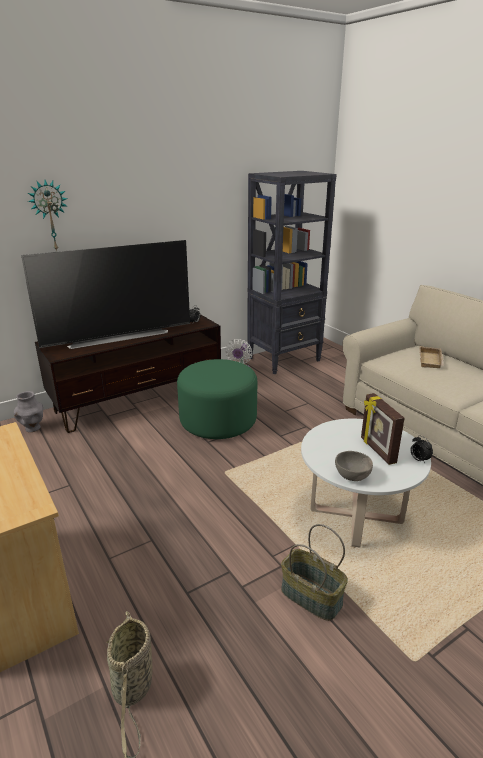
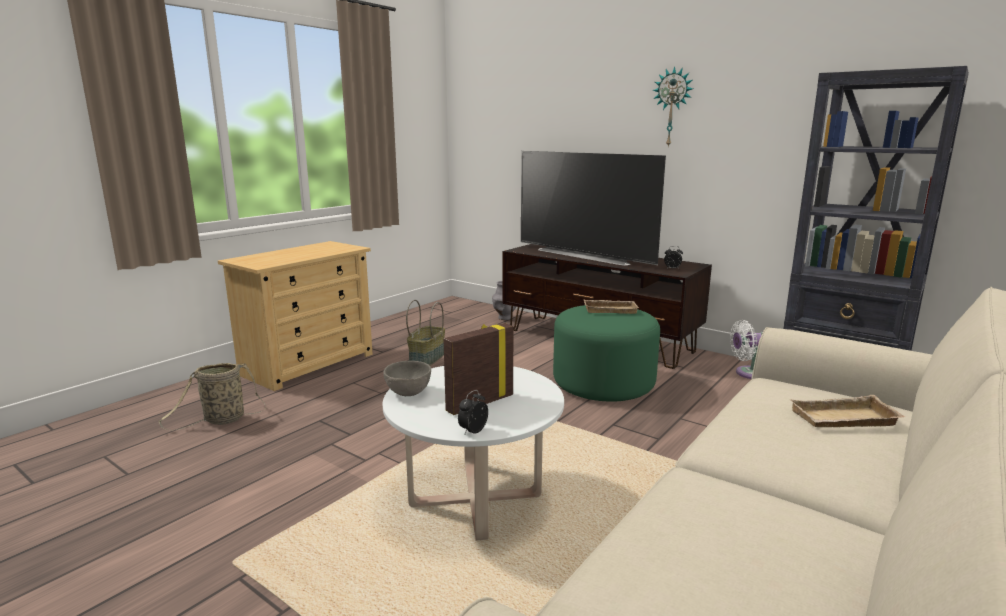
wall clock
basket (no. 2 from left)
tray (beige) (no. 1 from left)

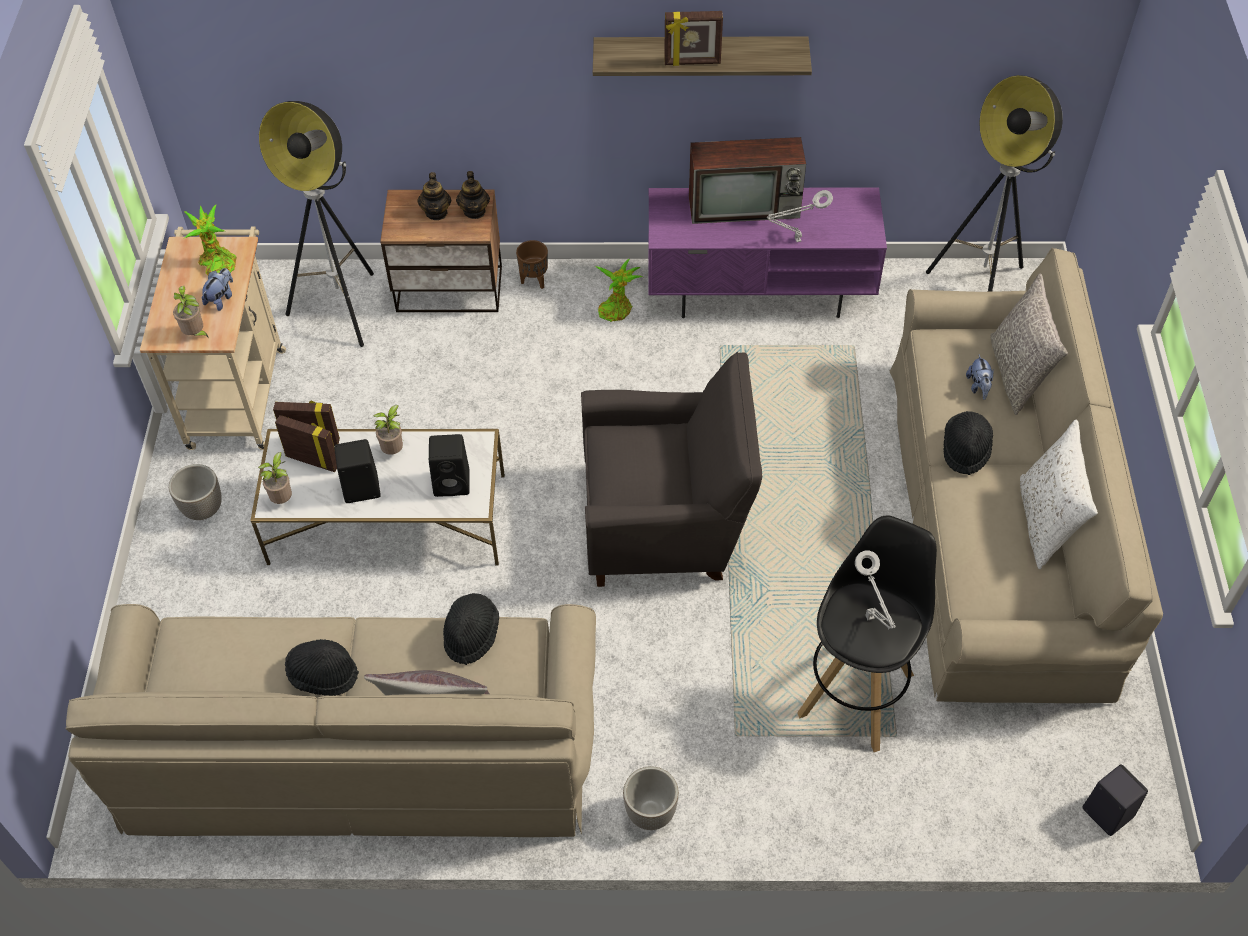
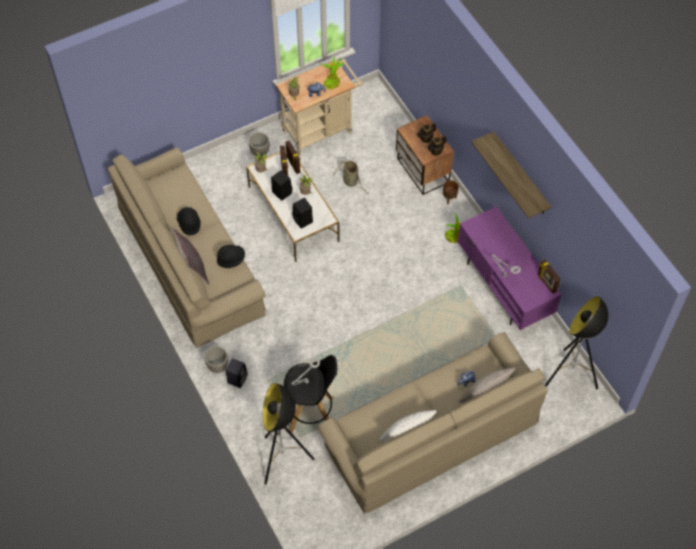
picture frame (no. 3 from left)
floor lamp (no. 1 from left)
television
armchair (grey)
hat (black) (no. 3 from left in the first image)
speaker (black) (no. 1 from left)
basket

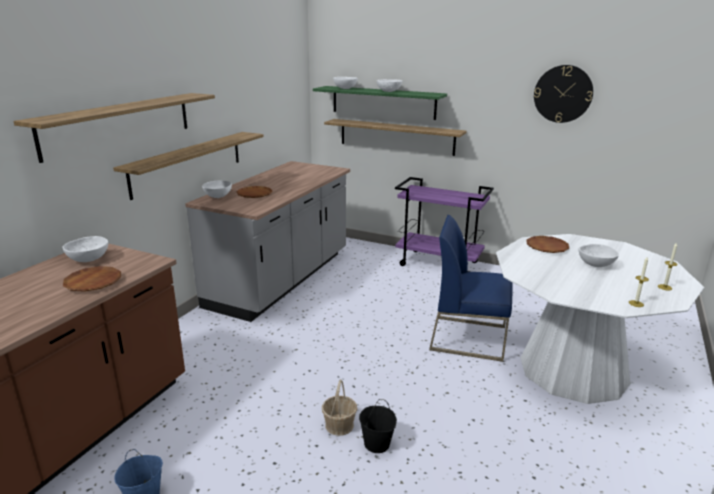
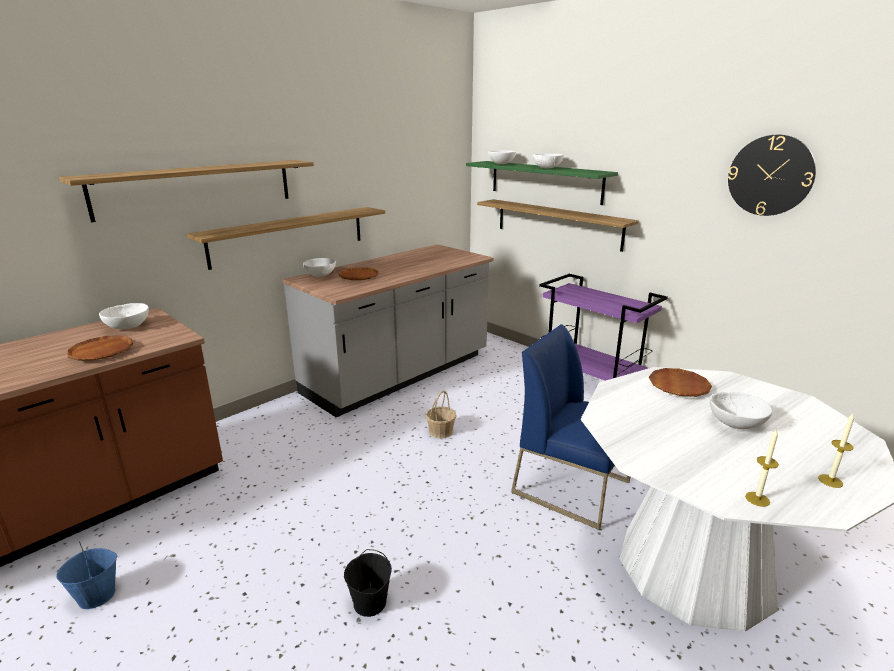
basket

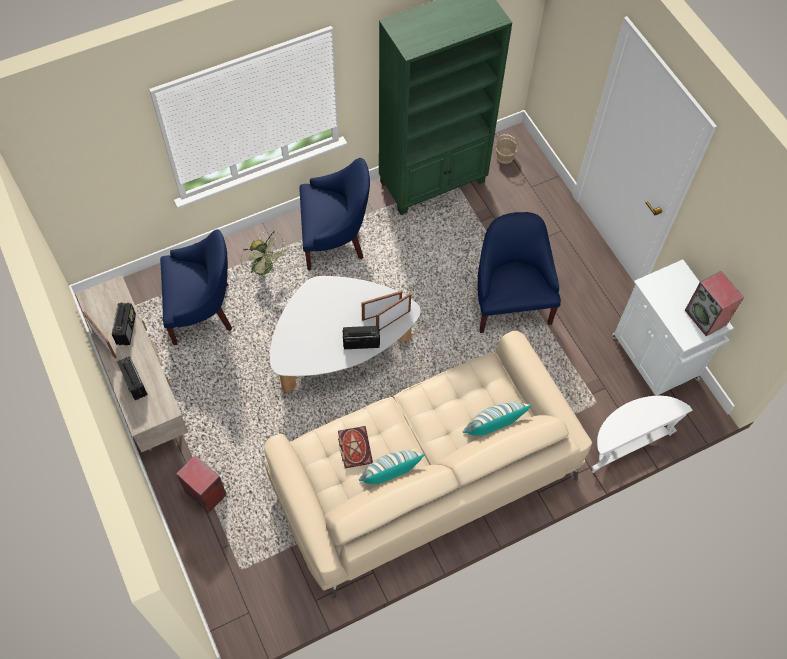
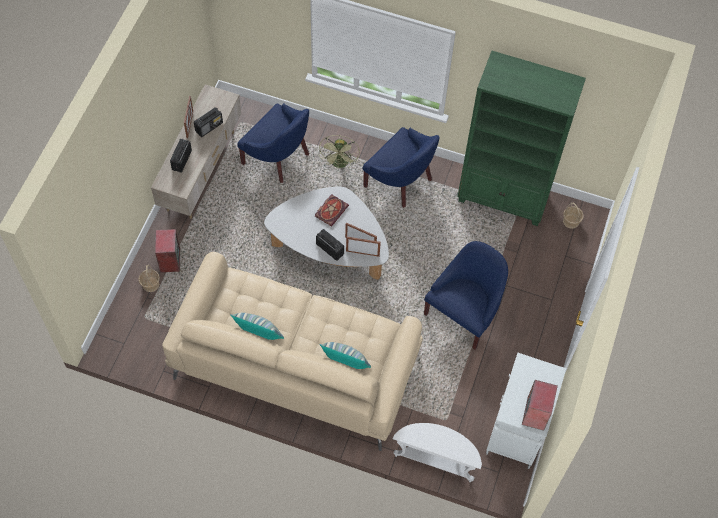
book
basket (no. 1 from left)

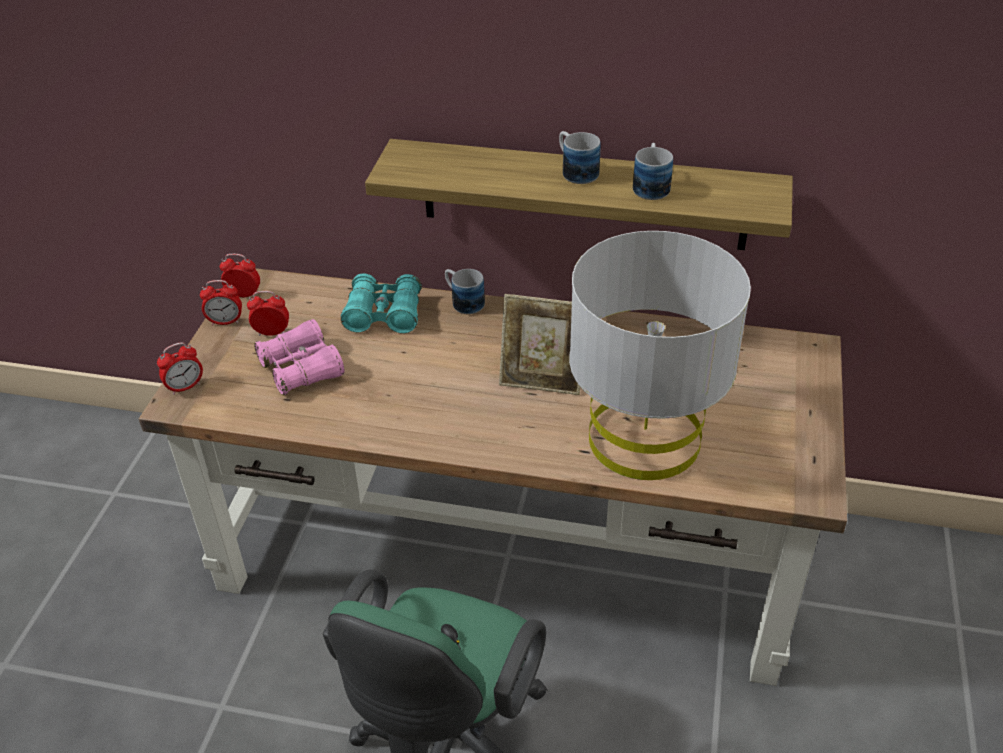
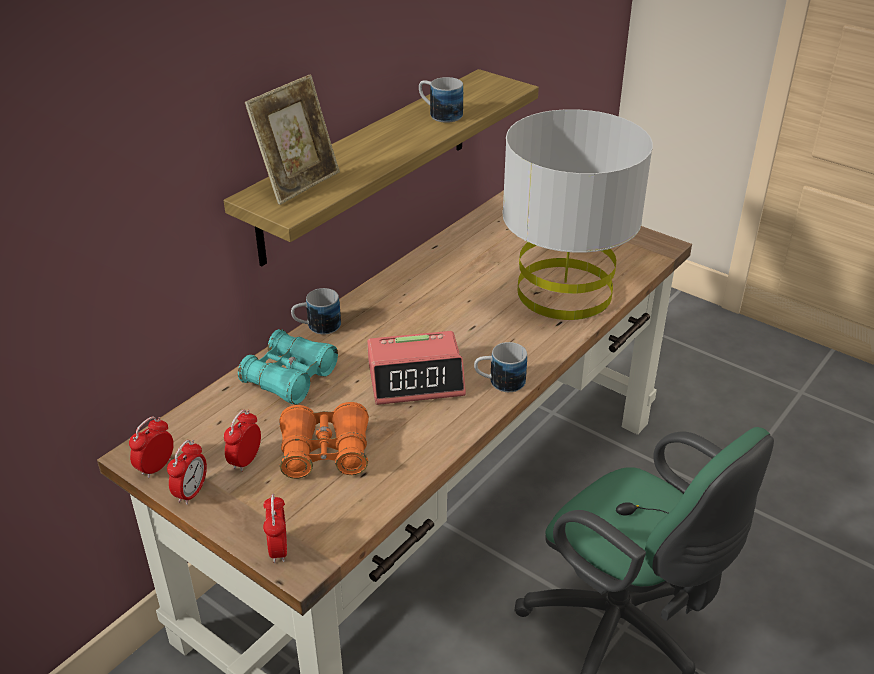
mug (no. 3 from left)
picture frame
binoculars (orange)
alarm clock (no. 5 from left)

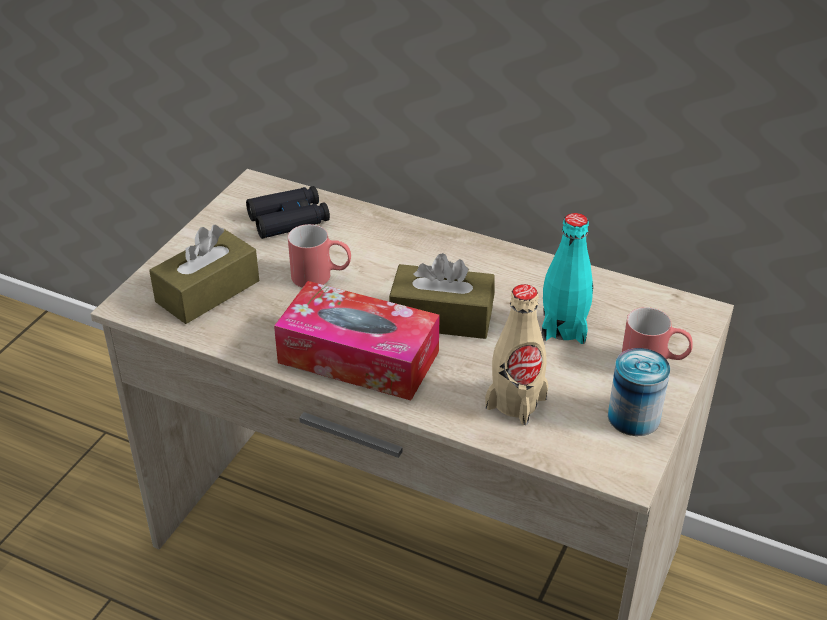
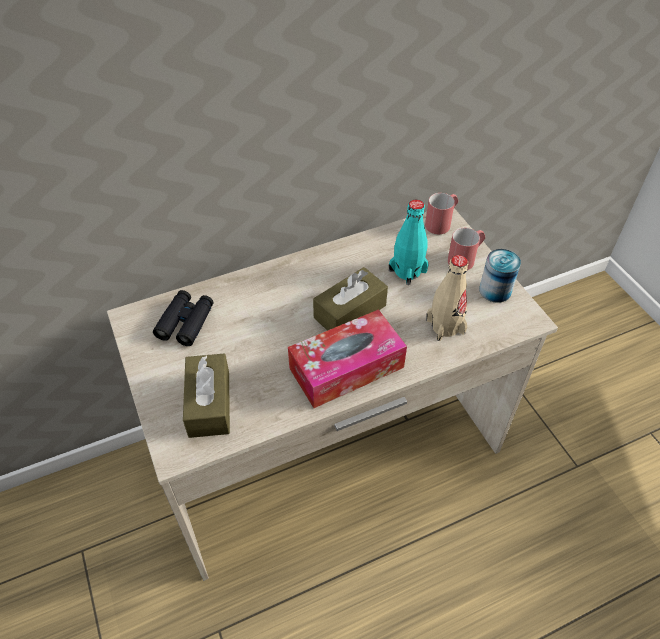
mug (red) (no. 1 from left)

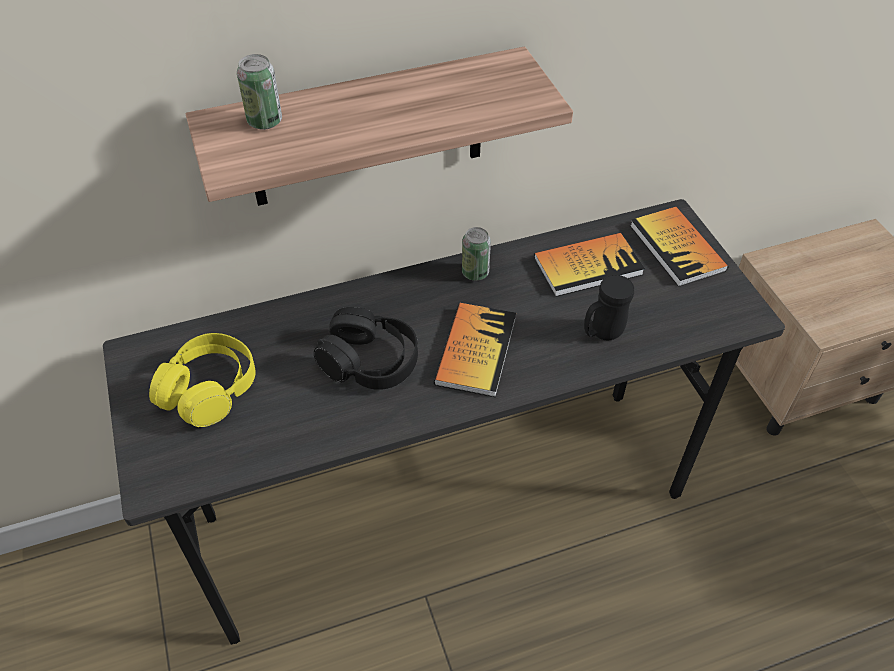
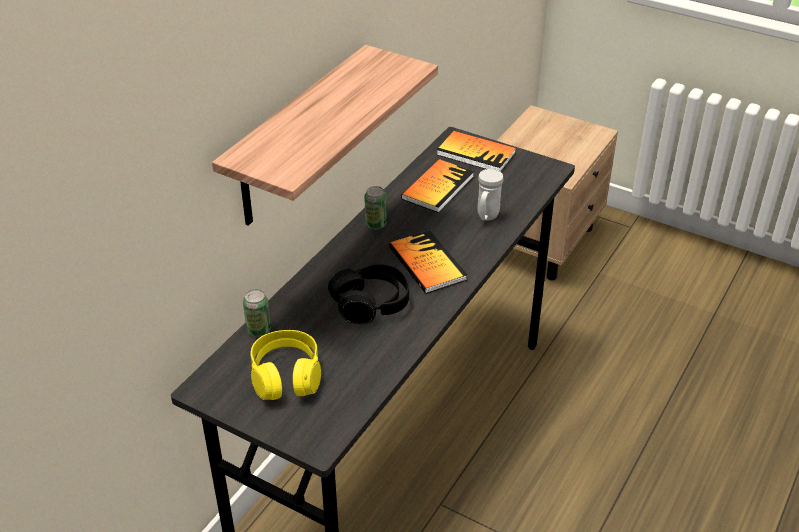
can (no. 1 from left)
mug (white)

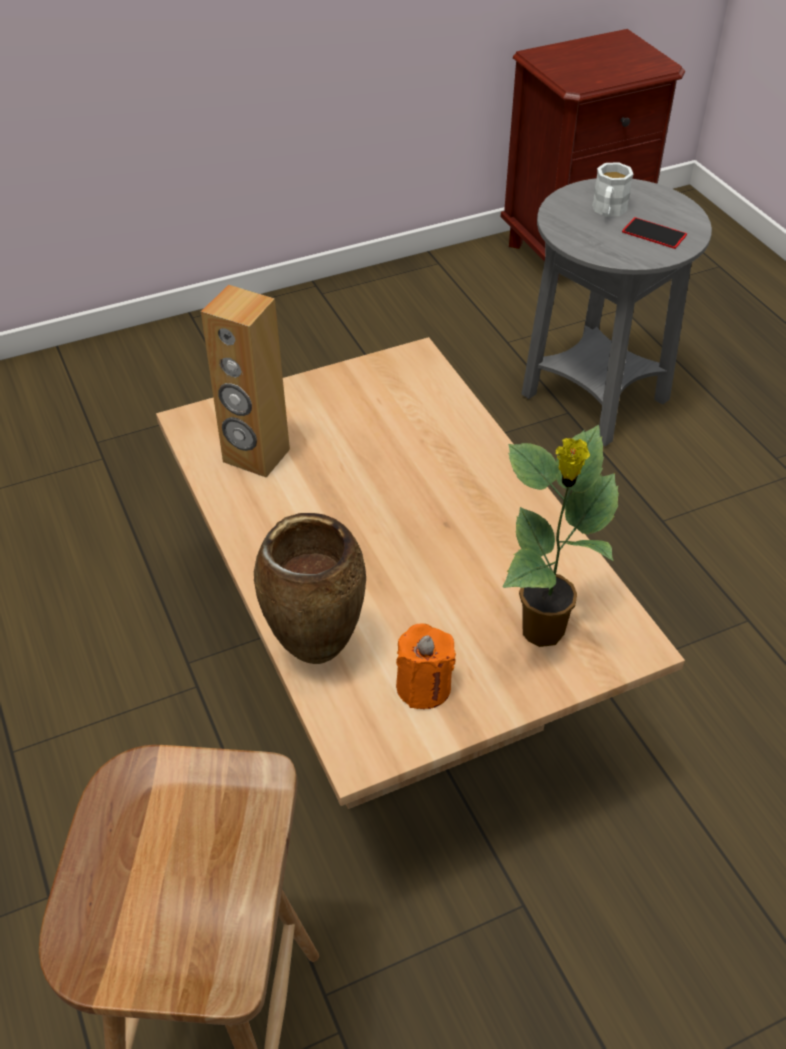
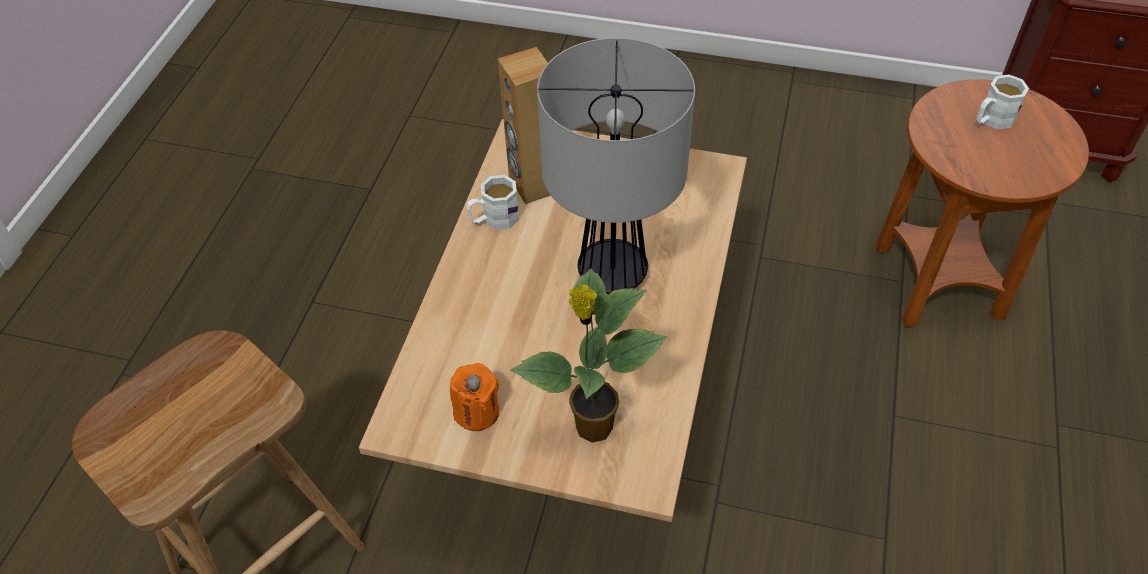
side table (brown)
phone
vase (brown)
table lamp
mug (white) (no. 1 from left)

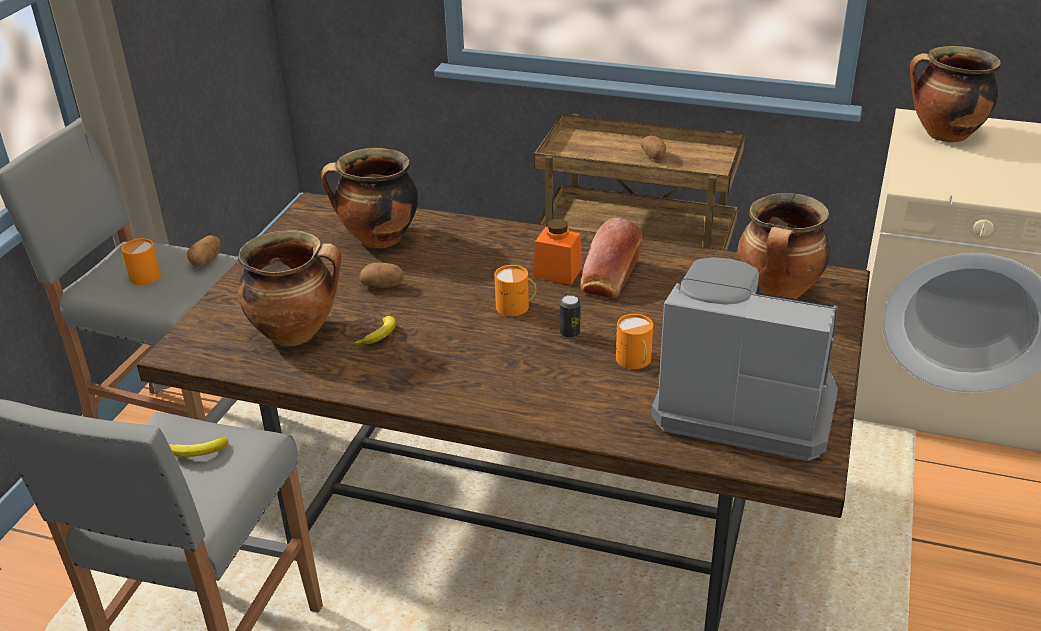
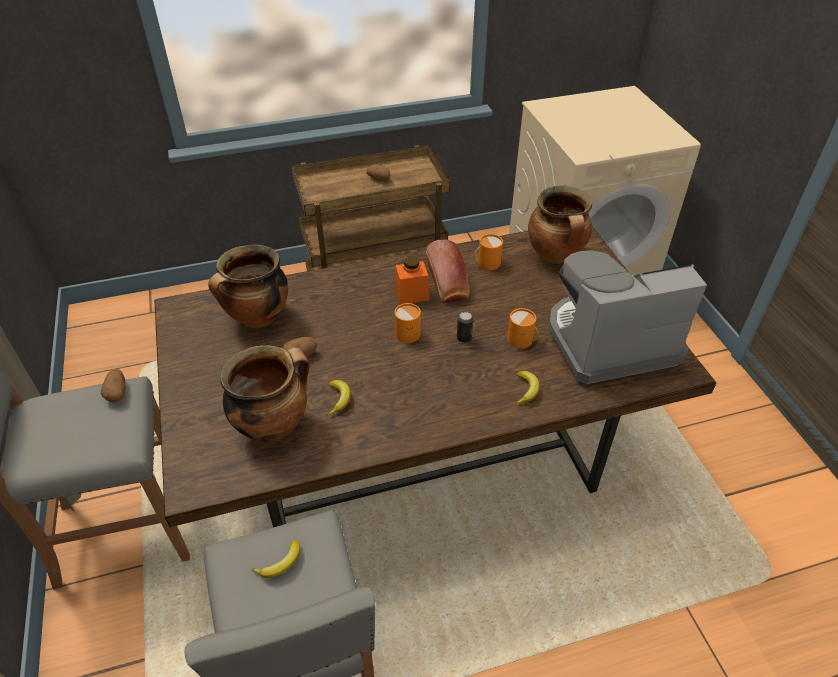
cooking pot (no. 4 from left in the first image)
mug (orange) (no. 2 from left)
banana (no. 3 from left)

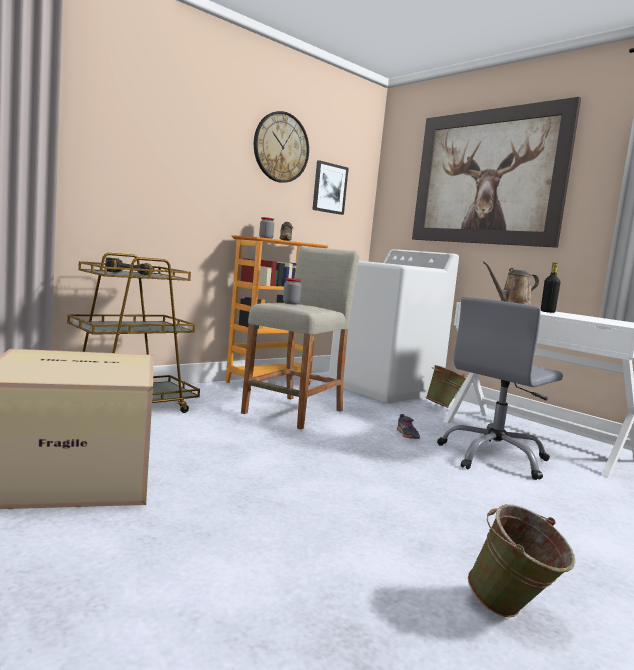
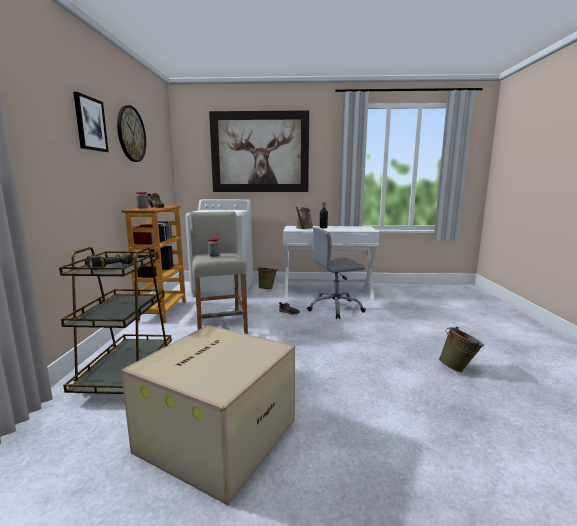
picture (no. 1 from left)
office chair (grey)

